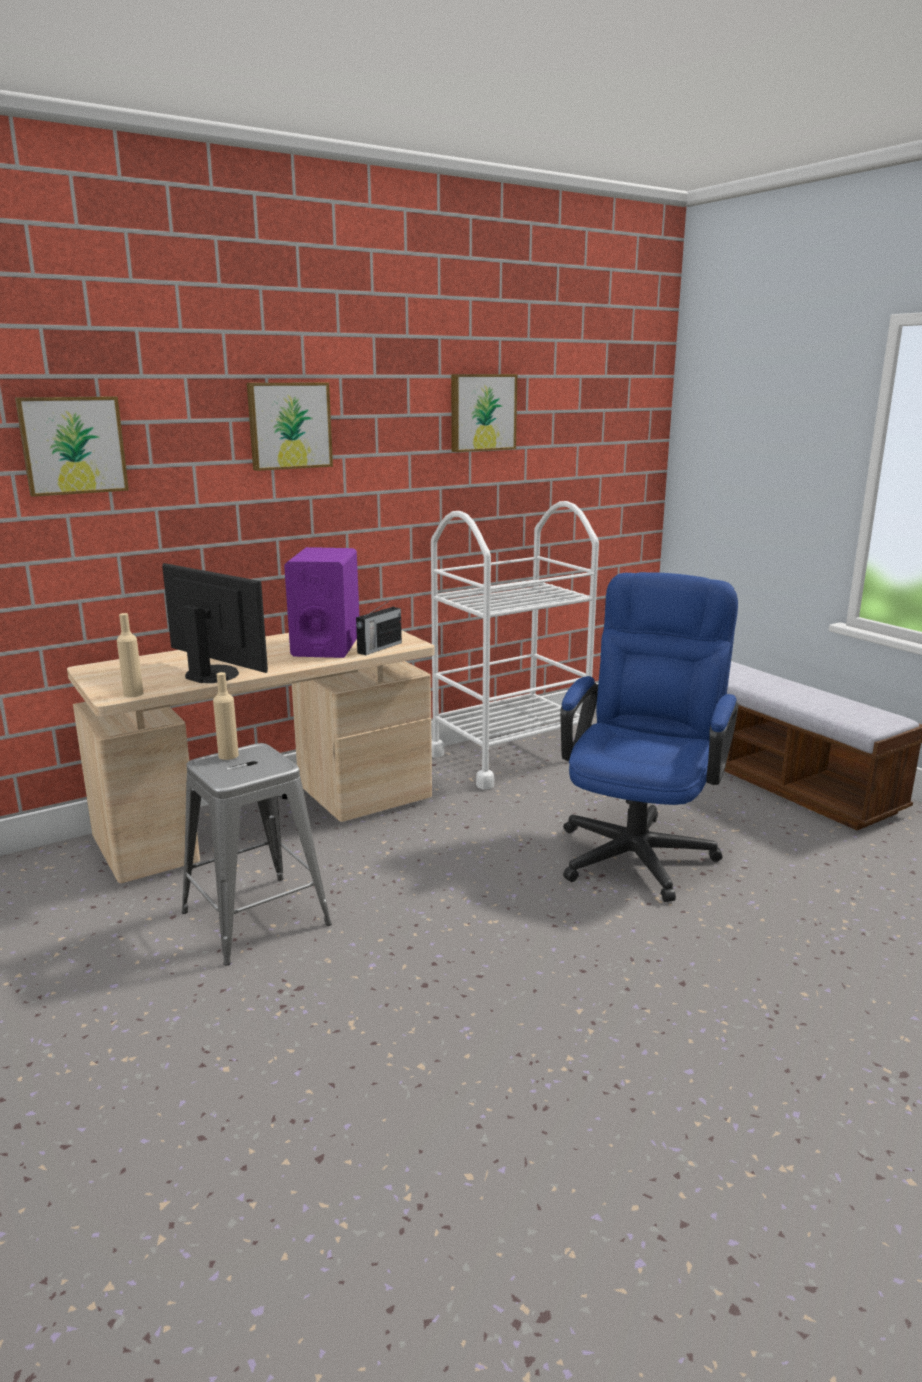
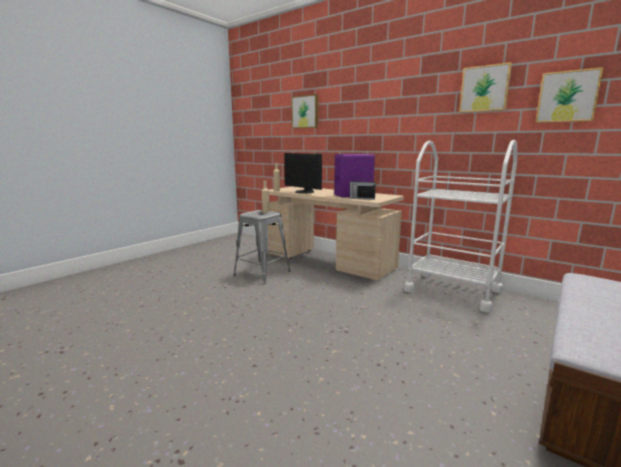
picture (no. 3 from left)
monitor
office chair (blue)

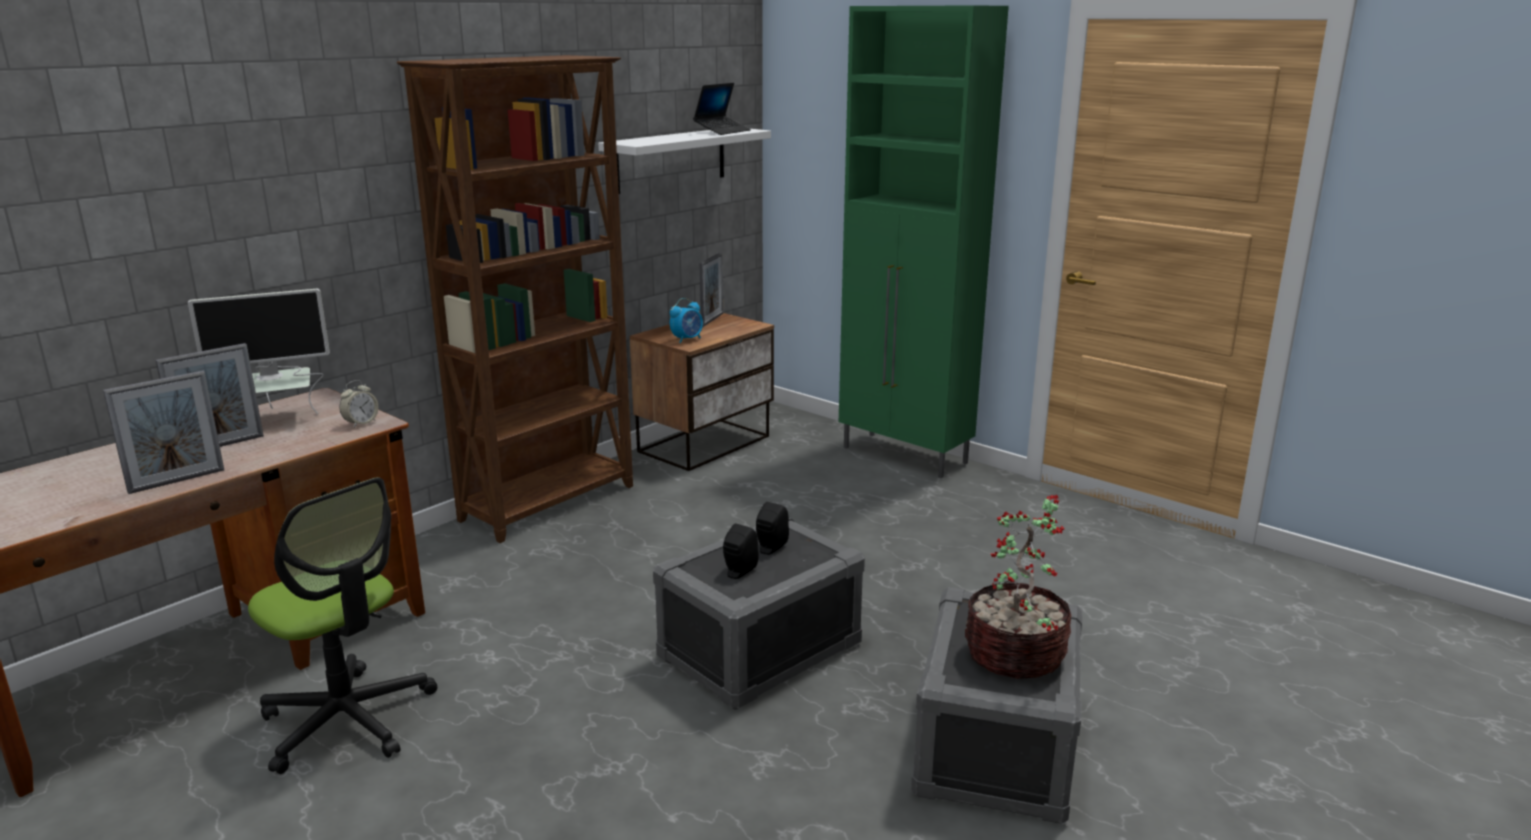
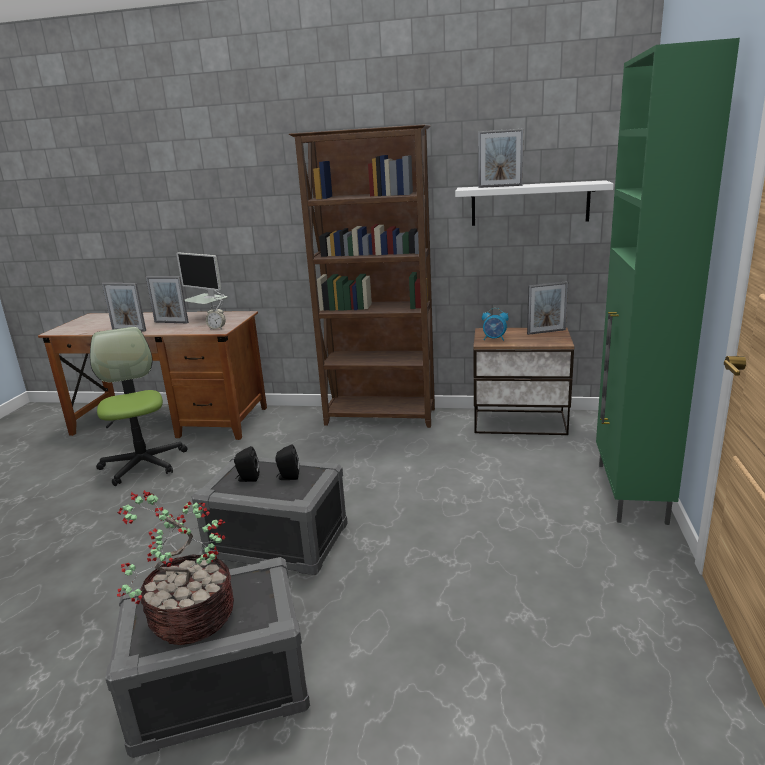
laptop
office chair
picture frame (no. 3 from left)

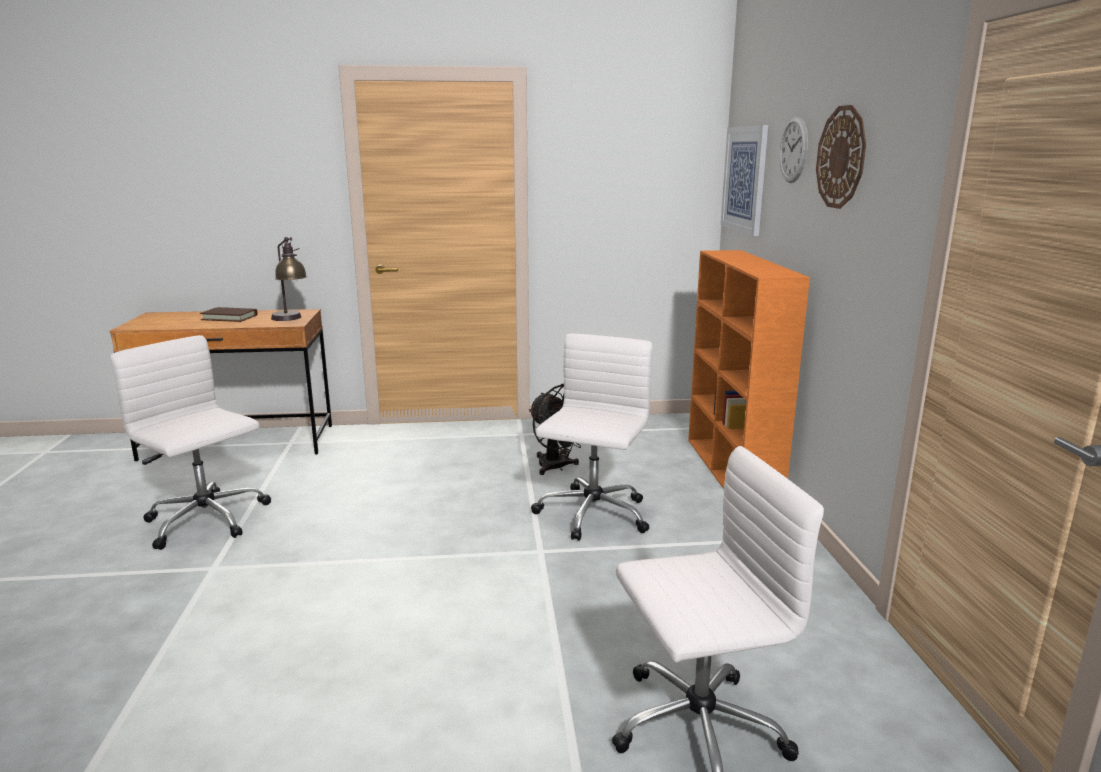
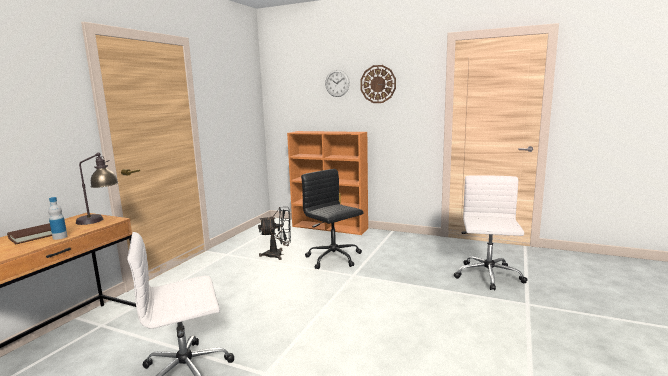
picture
office chair (black)
bottle

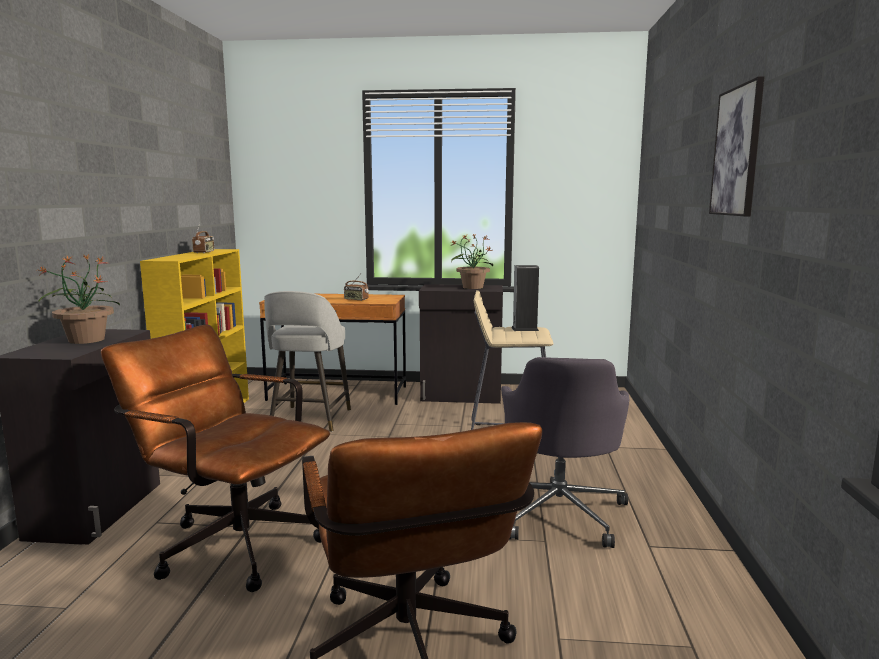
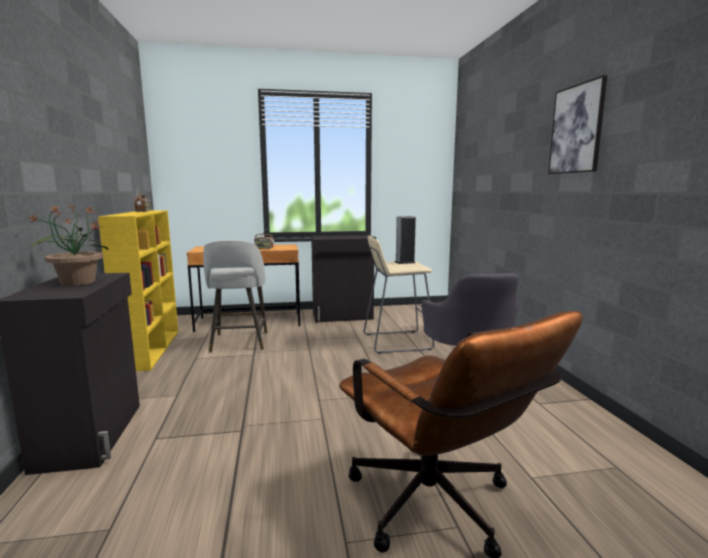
potted plant (no. 2 from left in the first image)
office chair (brown) (no. 1 from left in the first image)

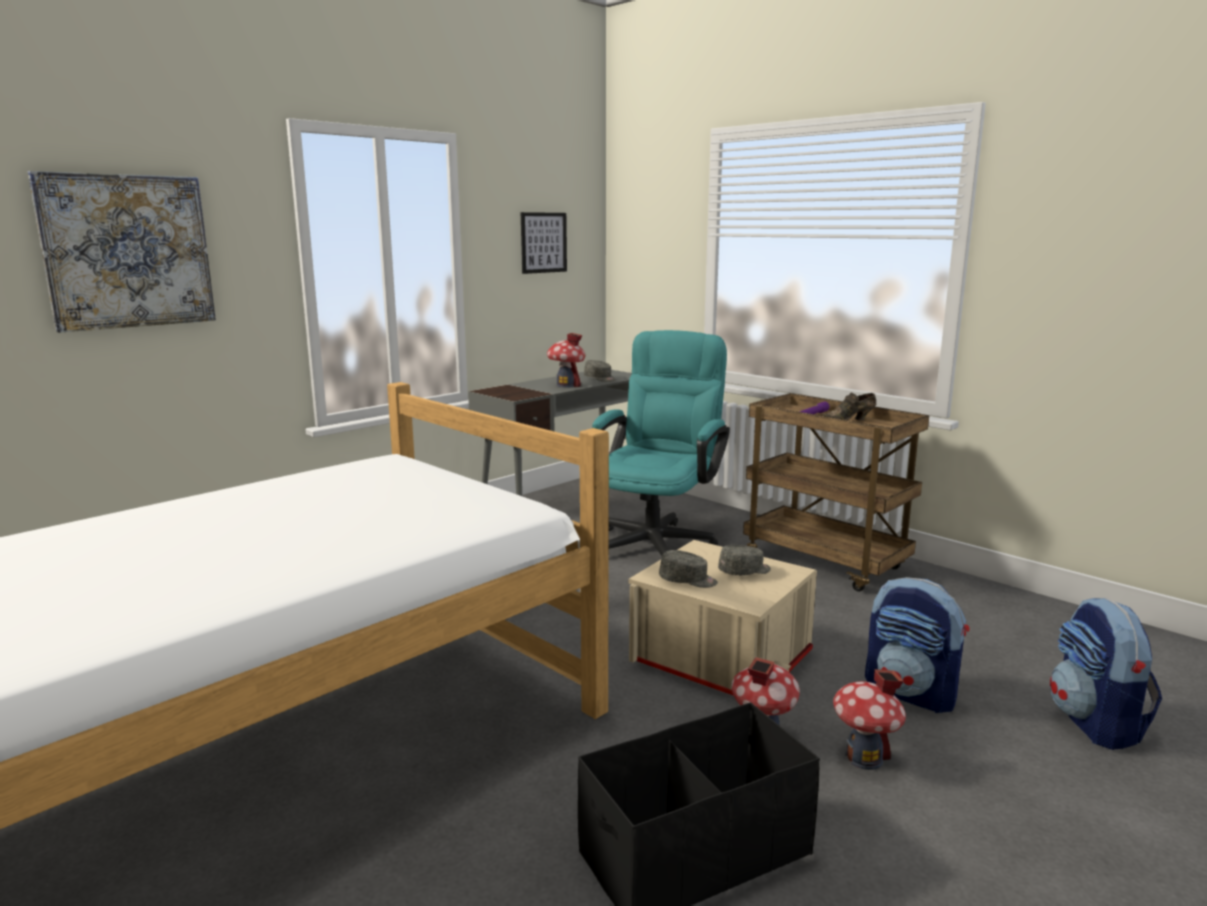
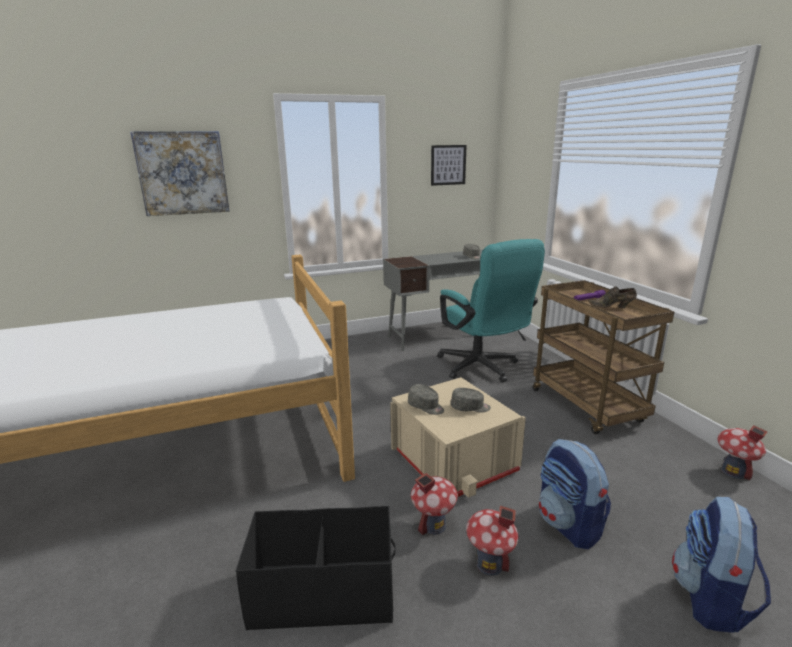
office chair (turquoise)
toy house (no. 3 from left)

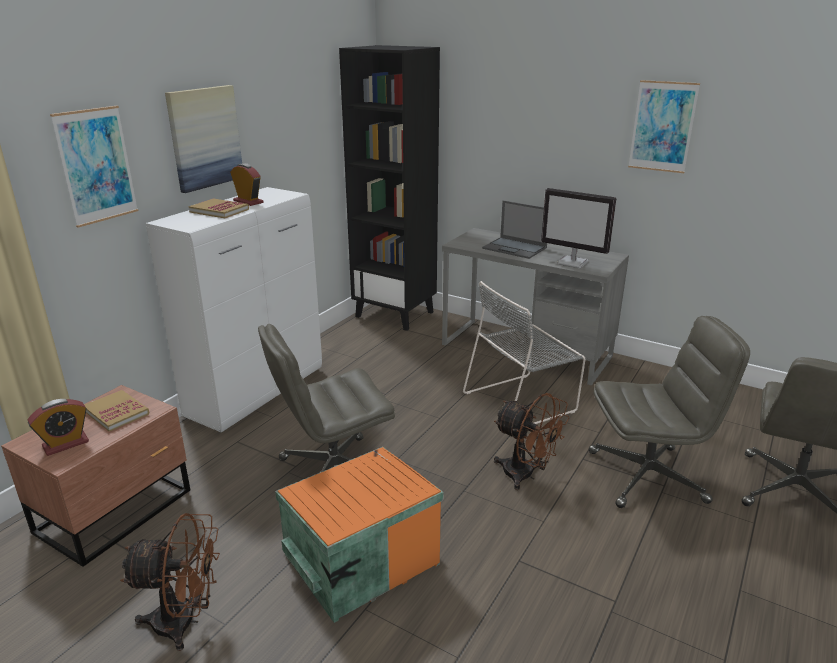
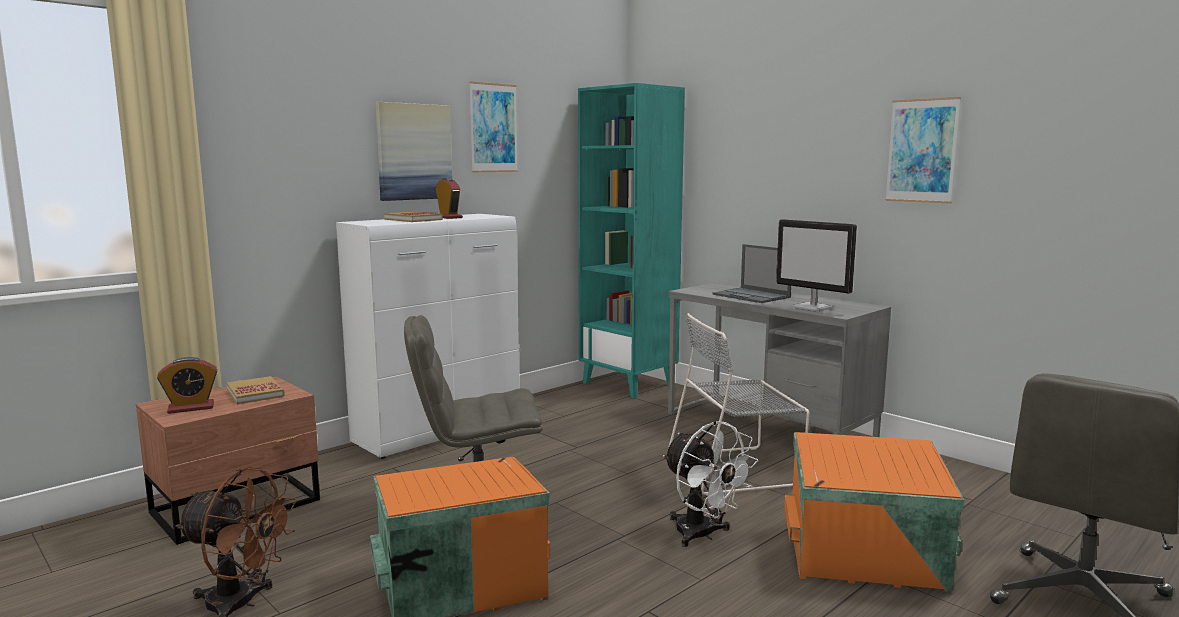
bookcase (turquoise)
picture (no. 2 from left)
storage box (orange) (no. 2 from left)
fan (white)

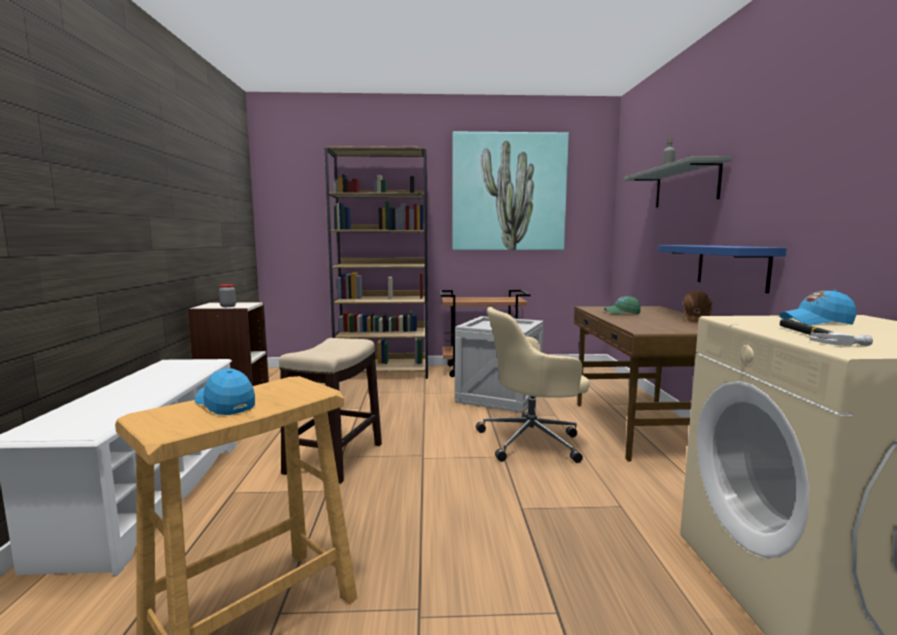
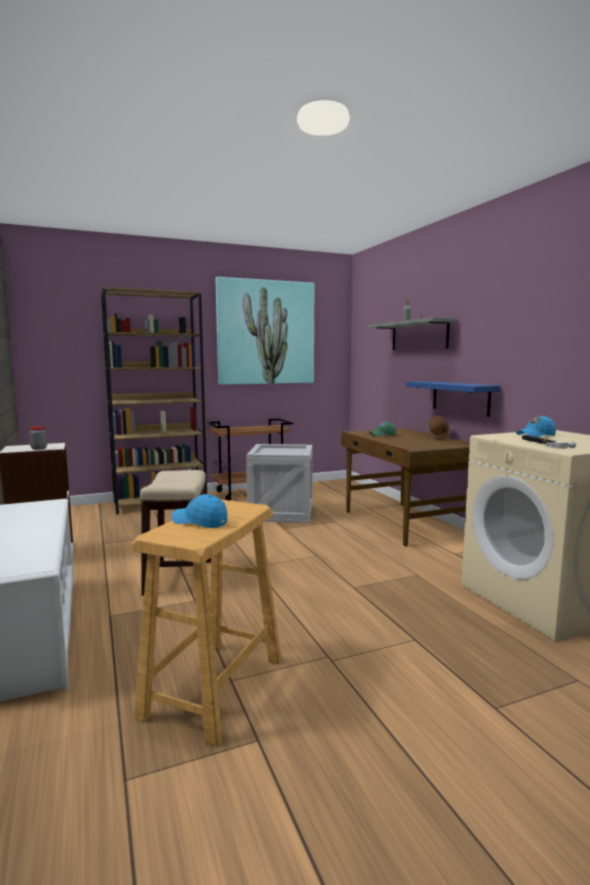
office chair (beige)

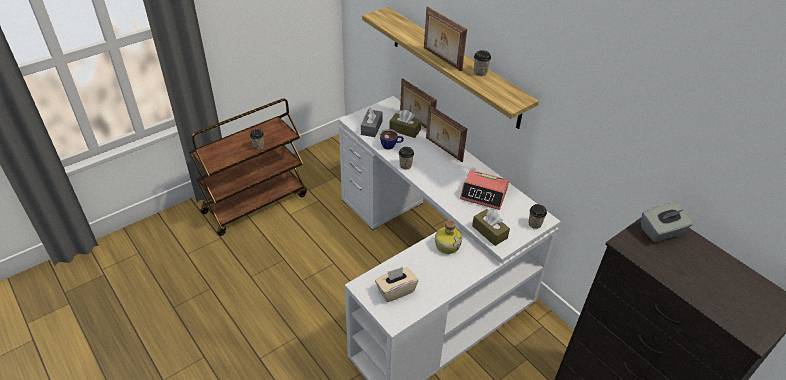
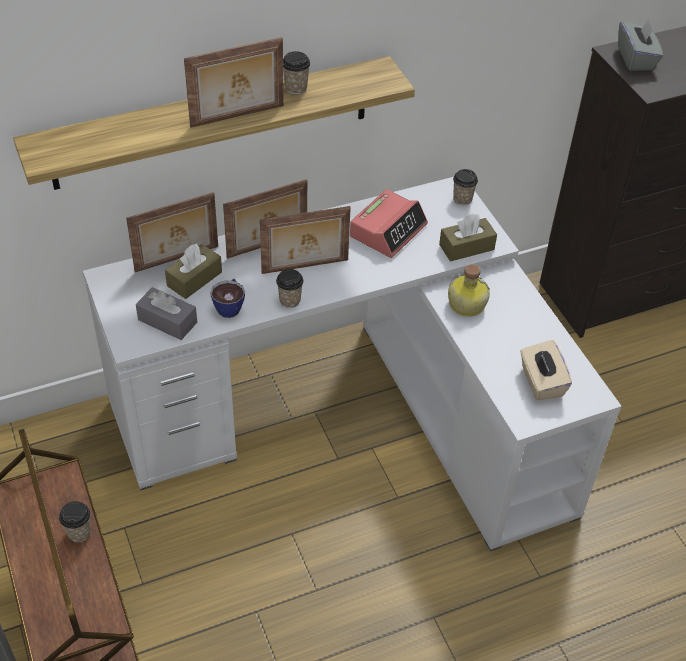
picture frame (no. 4 from left)

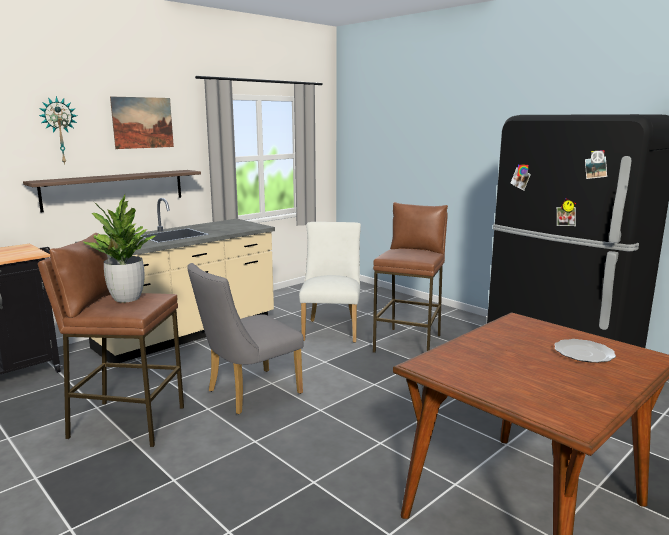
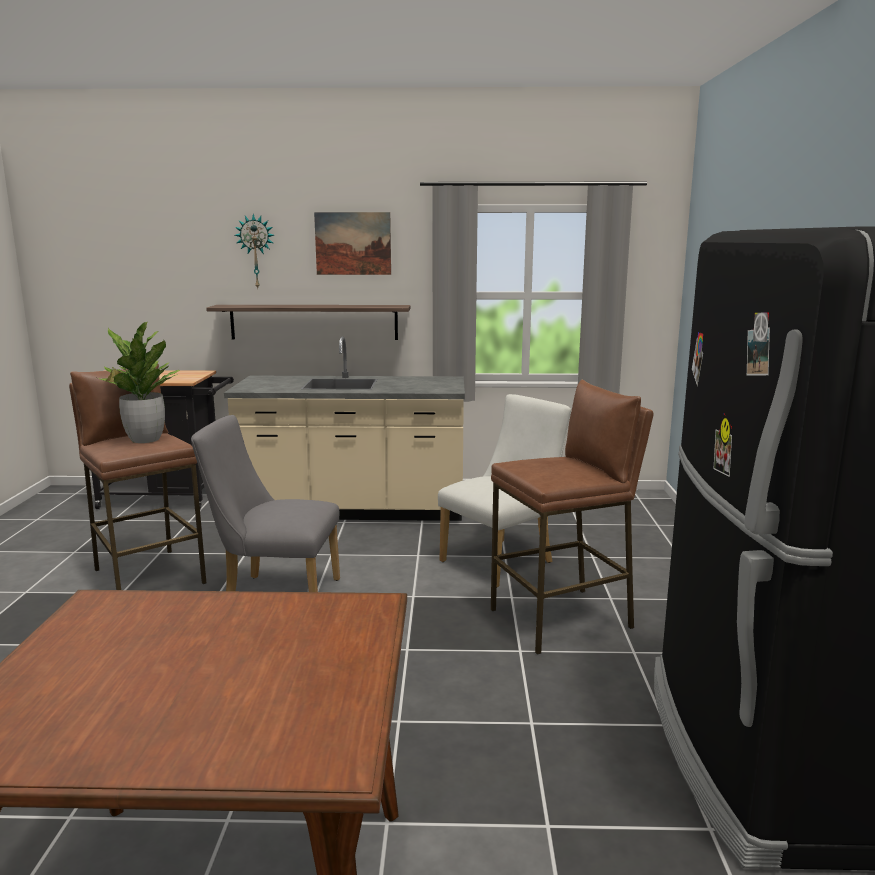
plate

